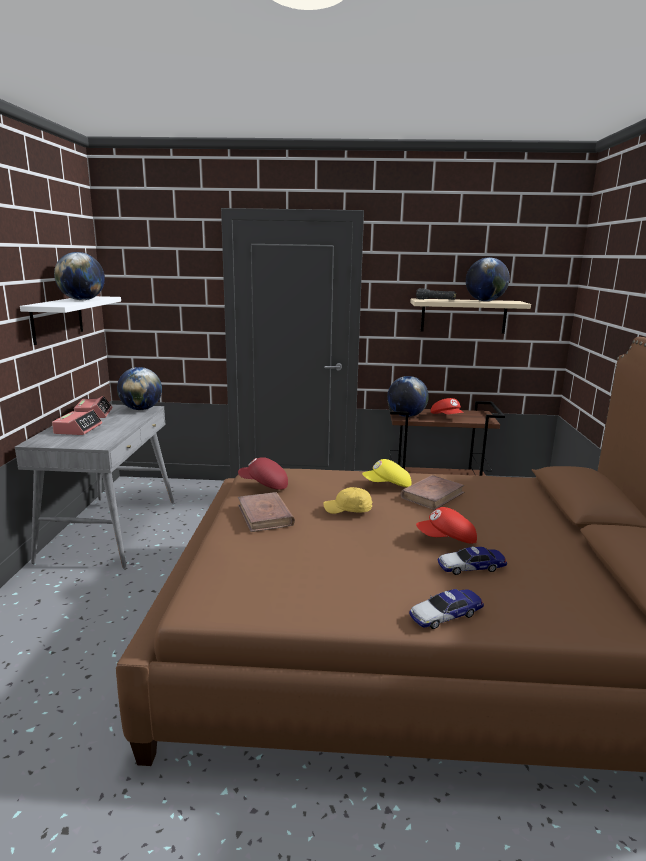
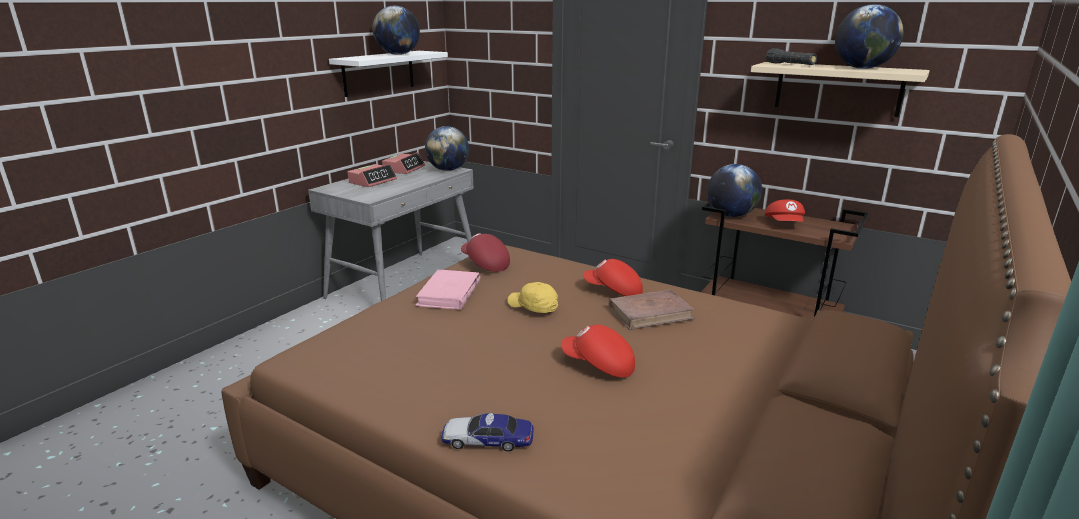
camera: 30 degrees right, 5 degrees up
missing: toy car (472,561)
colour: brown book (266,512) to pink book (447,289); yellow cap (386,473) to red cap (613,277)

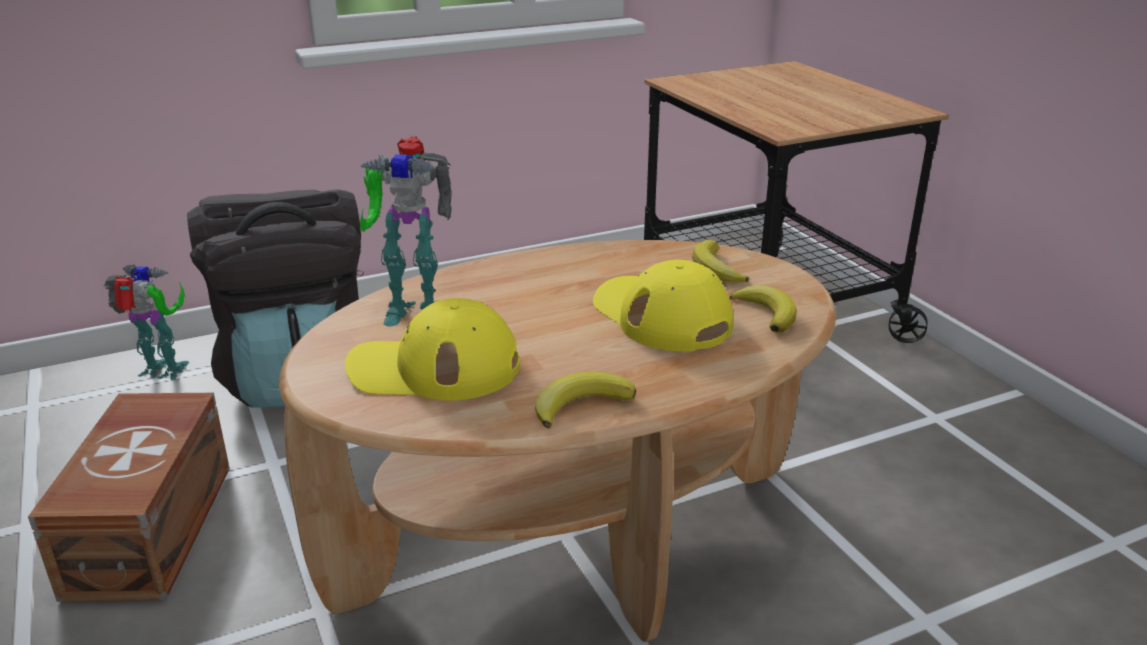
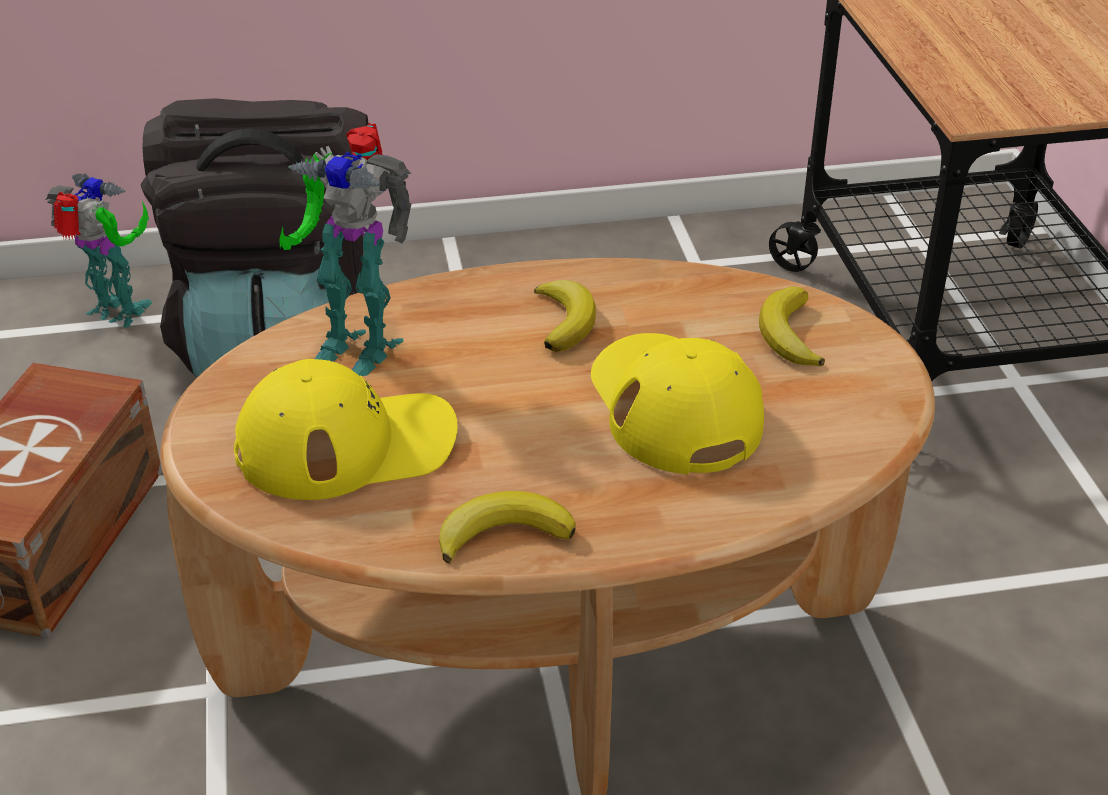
camera: 15 degrees right, 10 degrees up
relocated: banana (763,309) to (565,316)
spun: yellow cap (432,349) = (346,429) 150 degrees clockwise

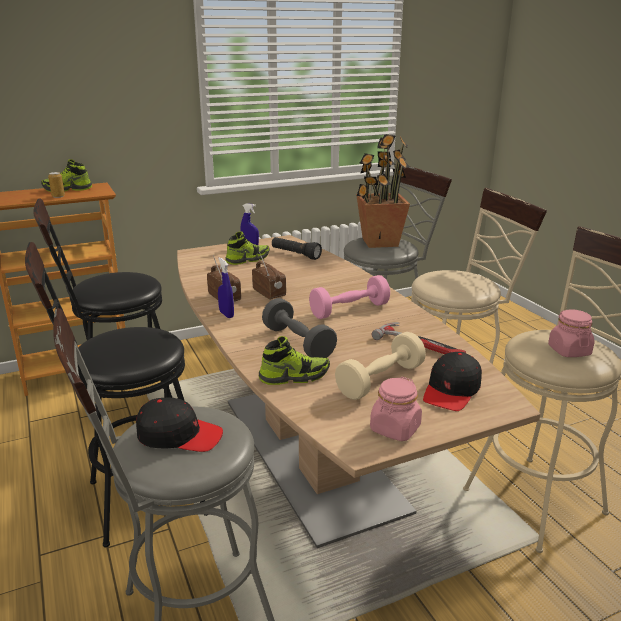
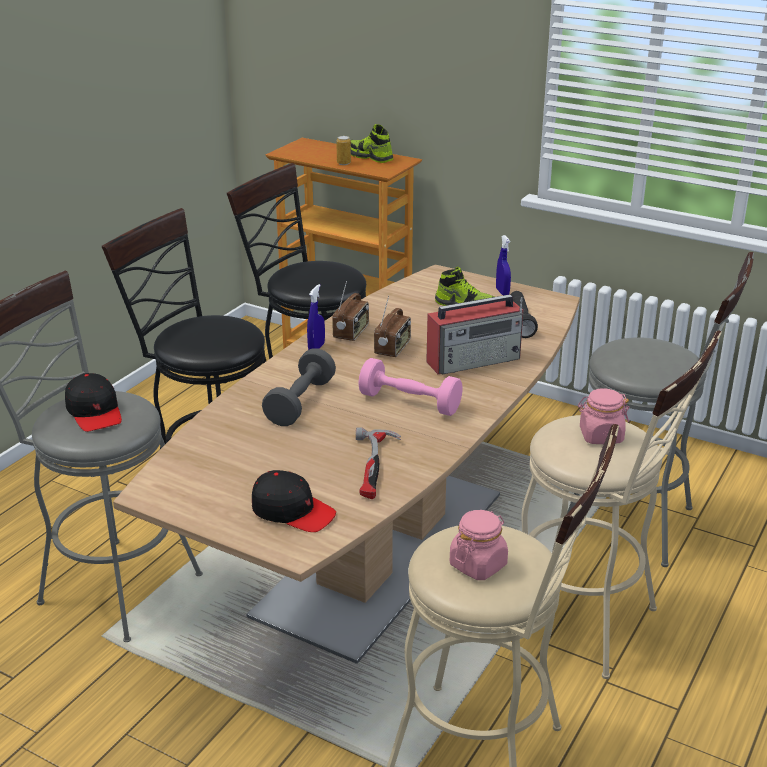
camera: 55 degrees right, 5 degrees up
missing: shoe (294,360); beige dumbbell (380,366); potted plant (383,191)
appeared: radio (474,334)
relocated: pink jar (396,409) to (604,416)
spun: black cap (452,381) = (294,501) 150 degrees counterclockwise

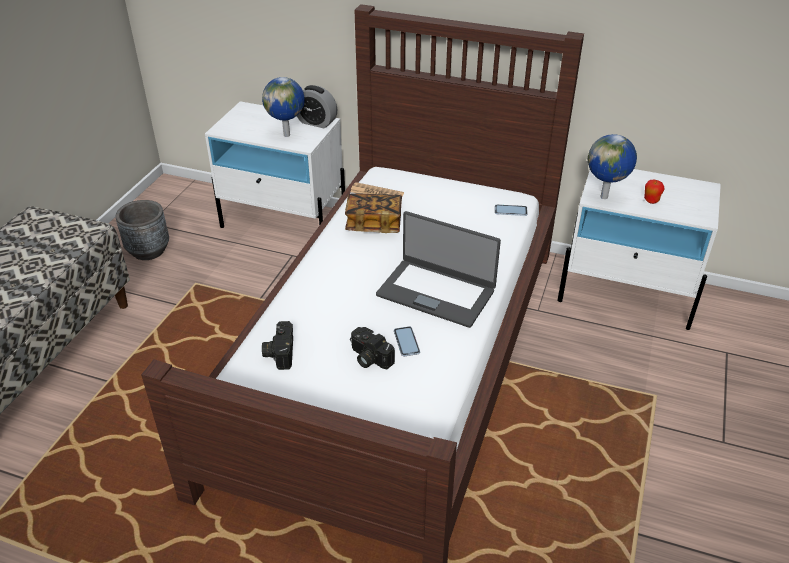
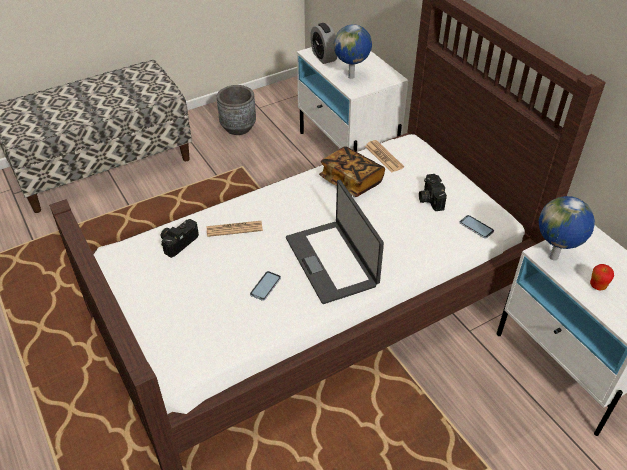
camera: 40 degrees right, 5 degrees up
appeared: newspaper (235,229)
relocated: alarm clock (317,106) to (323,43); photo camera (372,348) to (433,192)

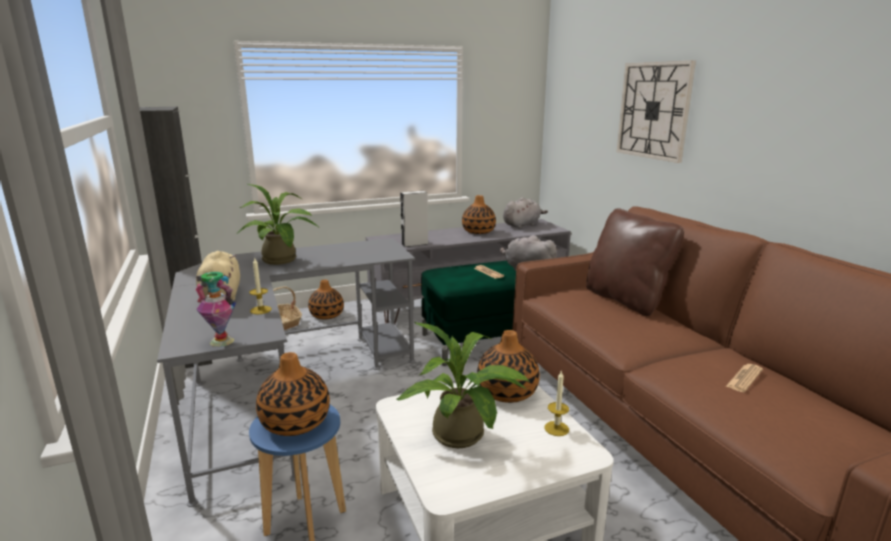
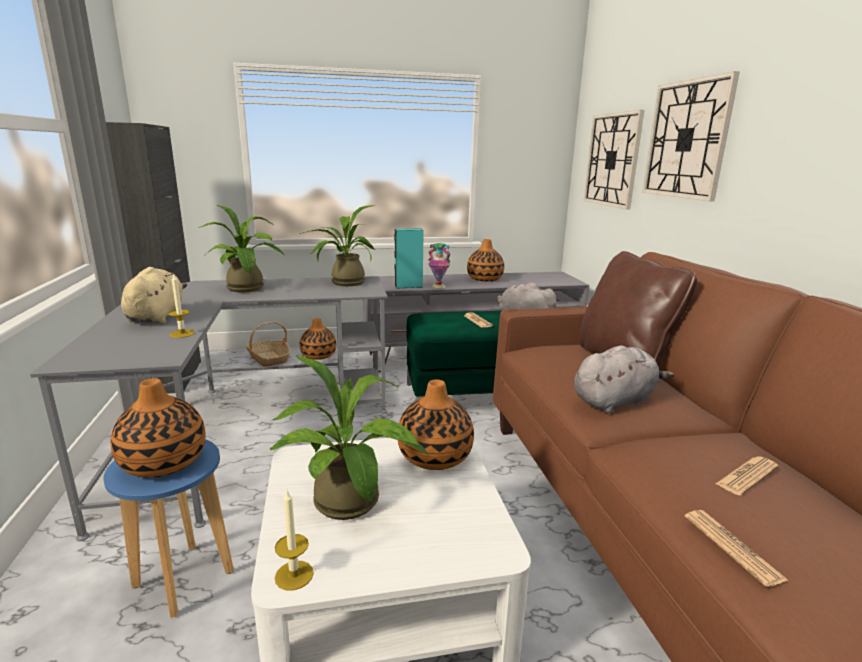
camera: 10 degrees right, 0 degrees up
appeared: potted plant (338,245); wall clock (613,160); newspaper (737,548)
relocated: candle (556,403) to (294,541); vase (215,309) to (439,265); grey plush toy (525,213) to (624,379)
colour: grey speaker (414,219) to turquoise speaker (409,259)

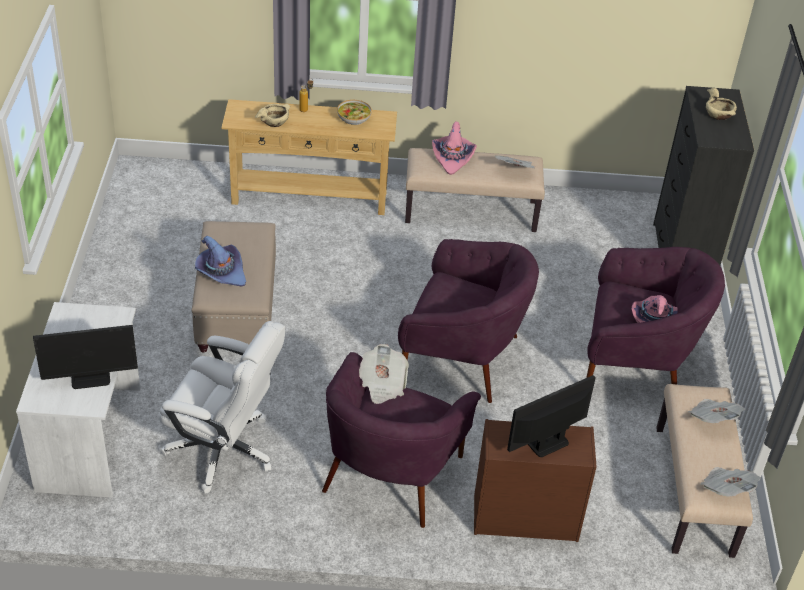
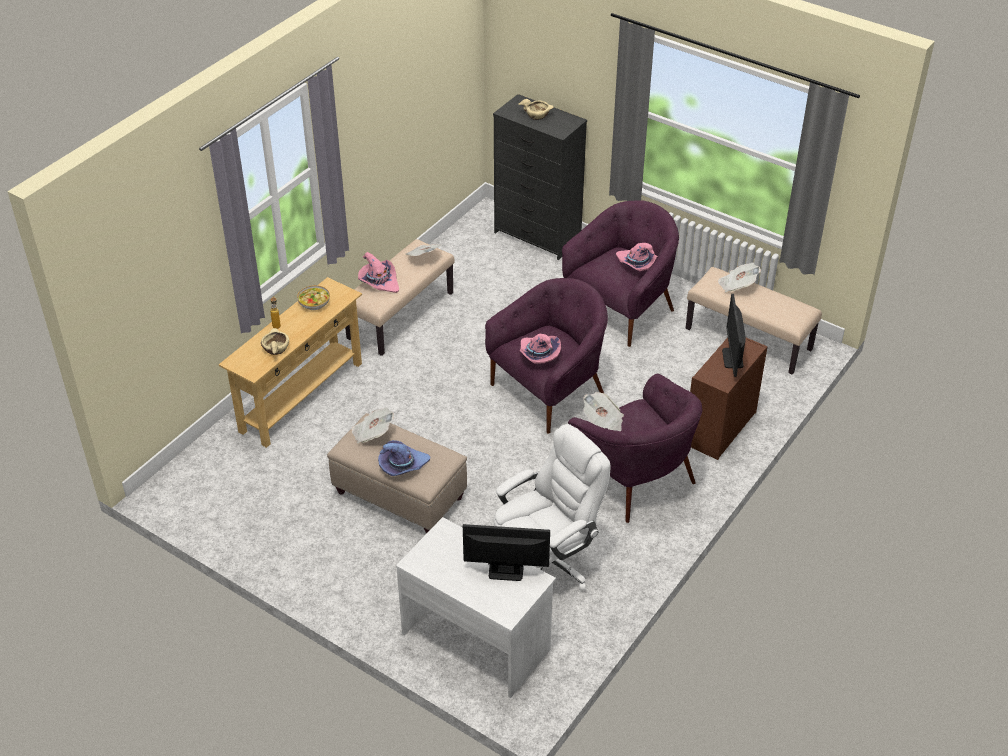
camera: 55 degrees left, 0 degrees up
appeared: pink hat (540,349)
relocated: newspaper (730,482) to (372,425)
spun: monitor (85,357) = (506,552) 105 degrees counterclockwise

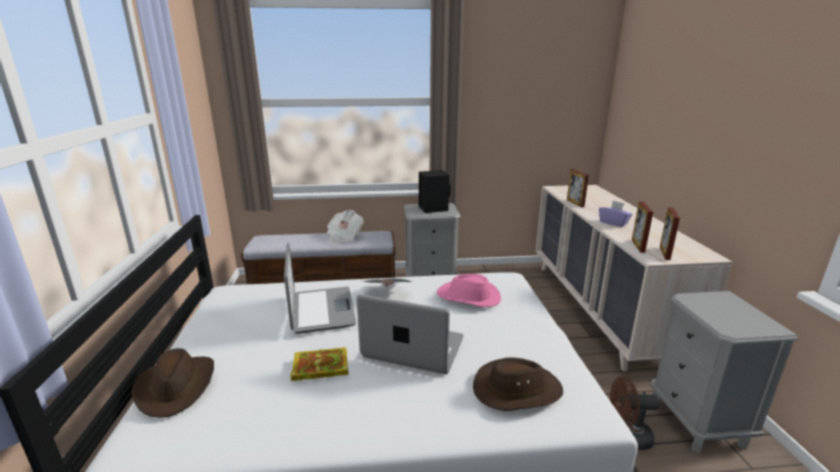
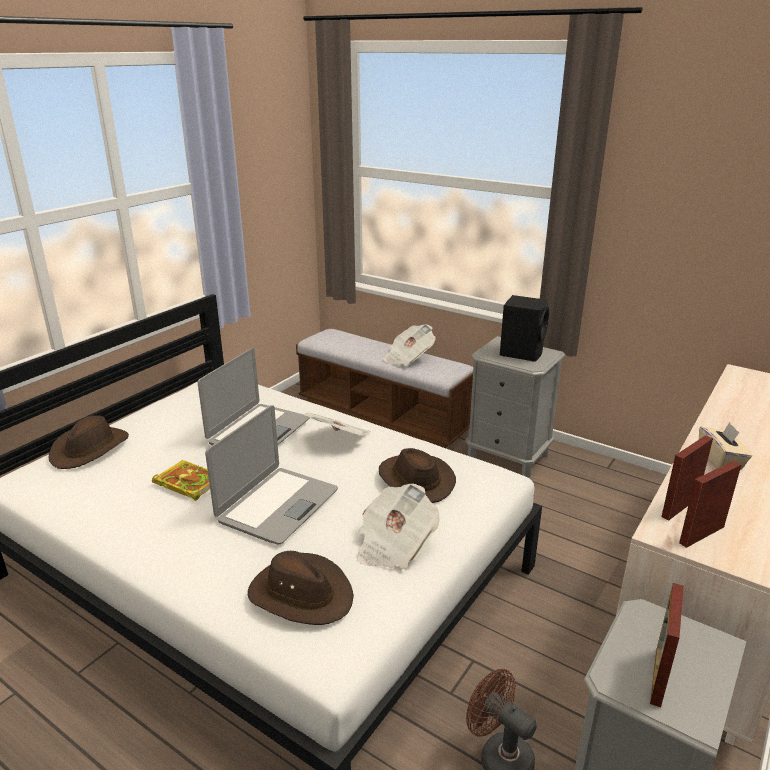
camera: 40 degrees right, 5 degrees up
appeared: newspaper (398,526)
relocated: picture frame (578,188) to (667,645)
colour: pink hat (469,290) to brown hat (417,475); purple tissue box (616,214) to beige tissue box (725,446)
spun: laptop (410,334) = (271,475) 60 degrees clockwise

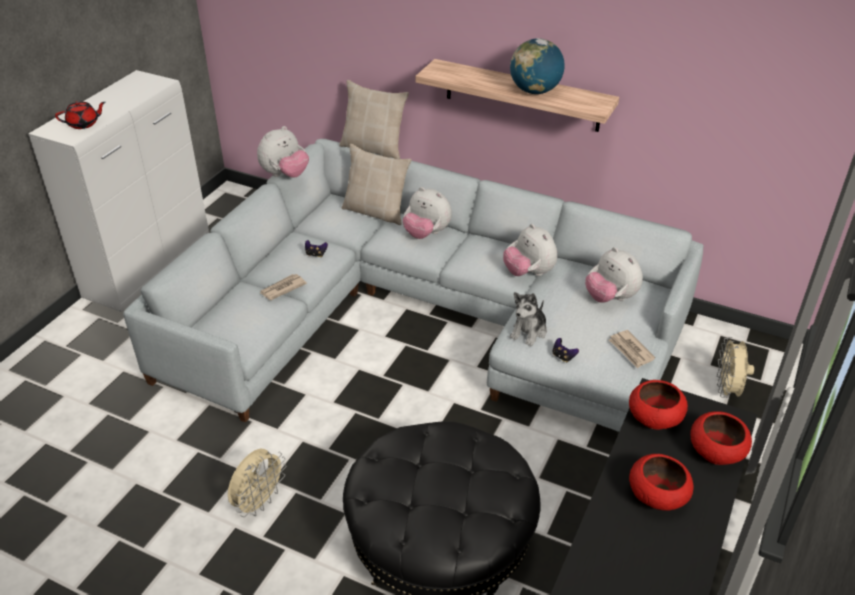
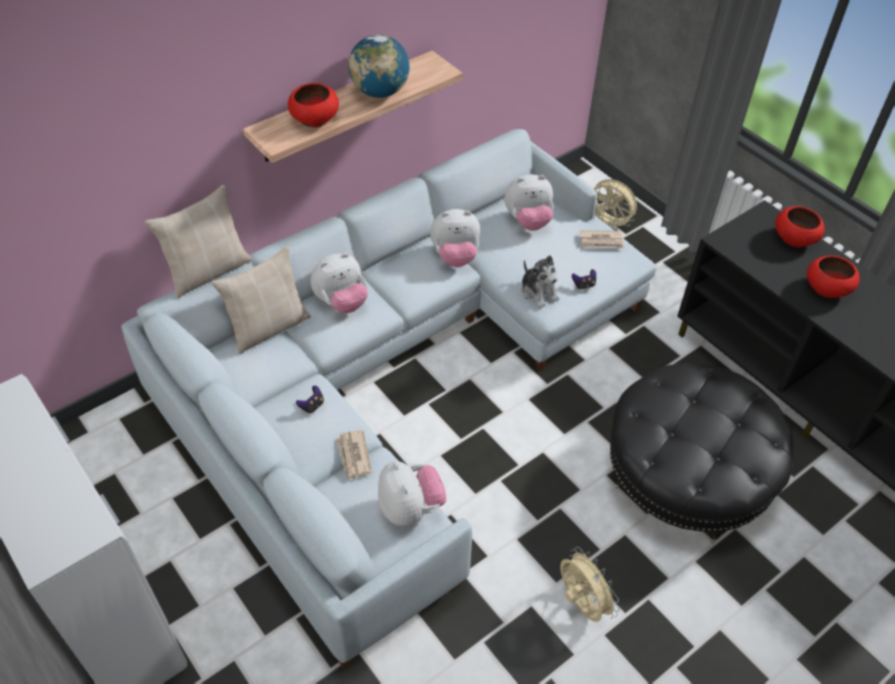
camera: 65 degrees left, 10 degrees up
missing: red teapot (80,115)
relocated: red bowl (658,404) to (313,105); plush toy (283,152) to (412,493)

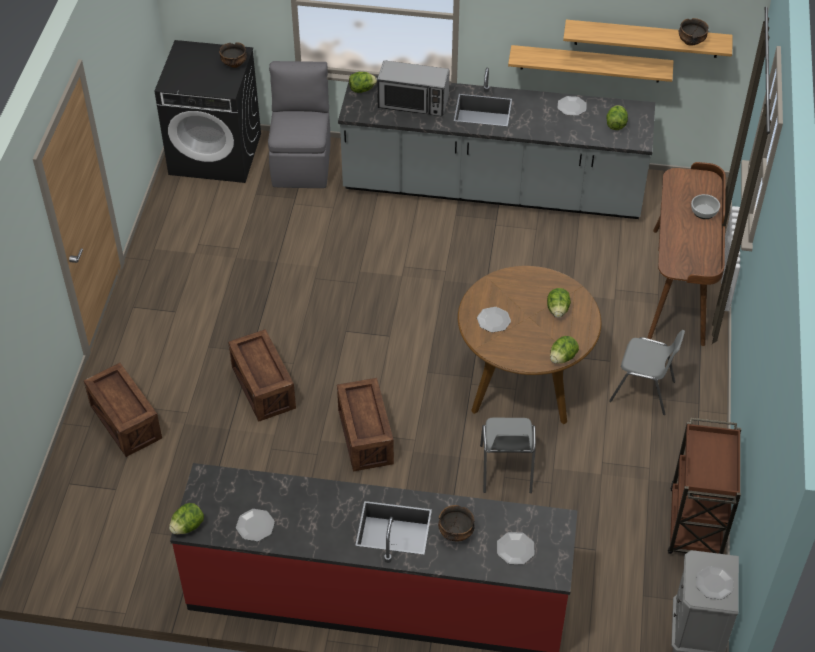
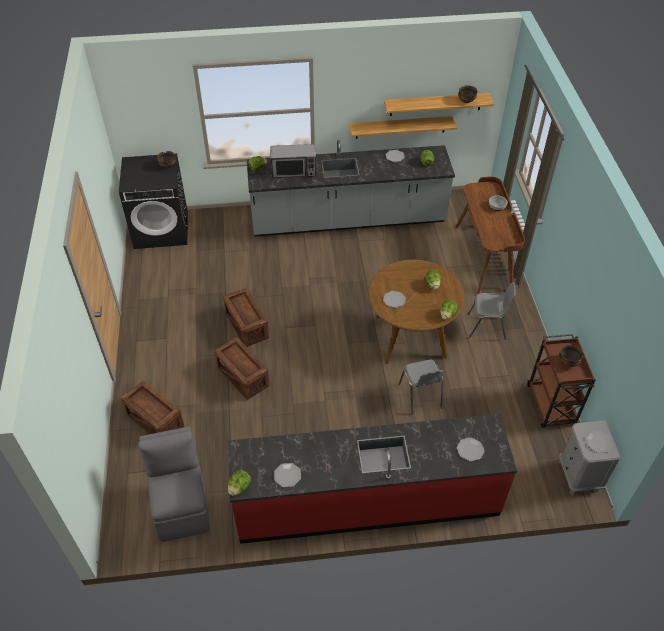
camera: 15 degrees left, 0 degrees up
relocated: grey chair (299,124) to (174,484); crate (365,425) to (246,317); bowl (456,523) to (571,356)

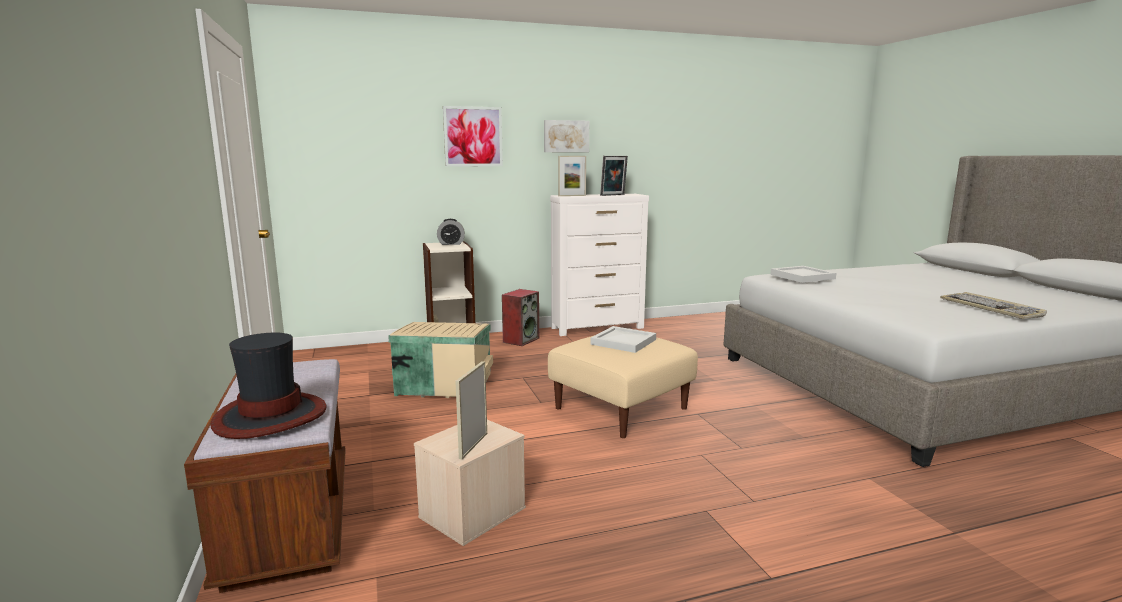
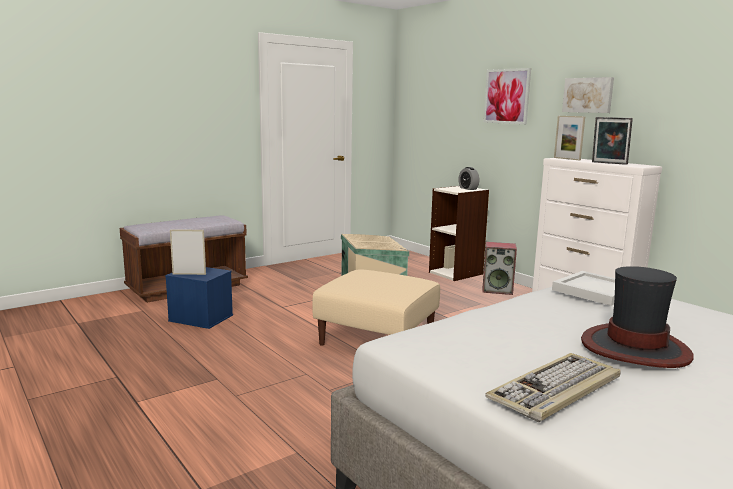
camera: 70 degrees right, 0 degrees up
missing: white tray (623,339)
relocated: hat (269,386) to (637,317)
colour: beige storage box (470,483) to blue storage box (199,298)

